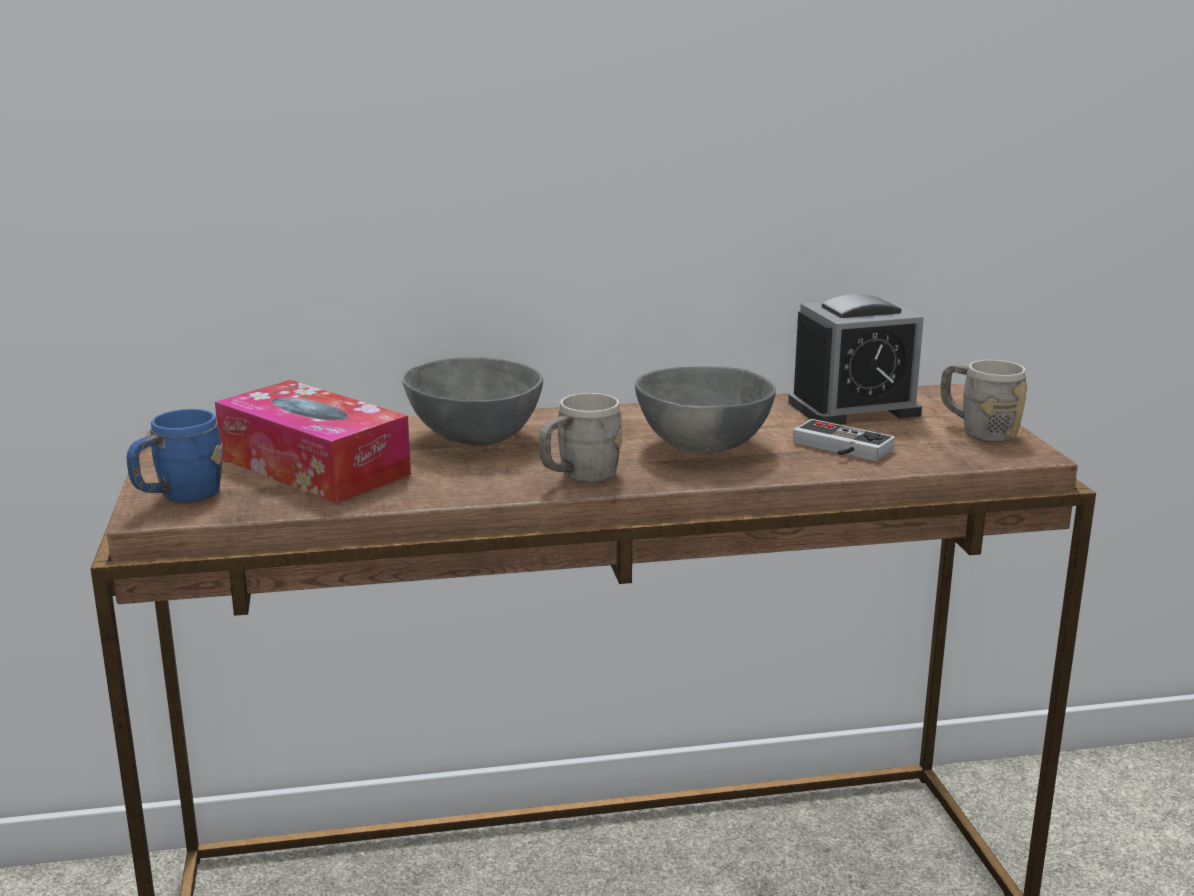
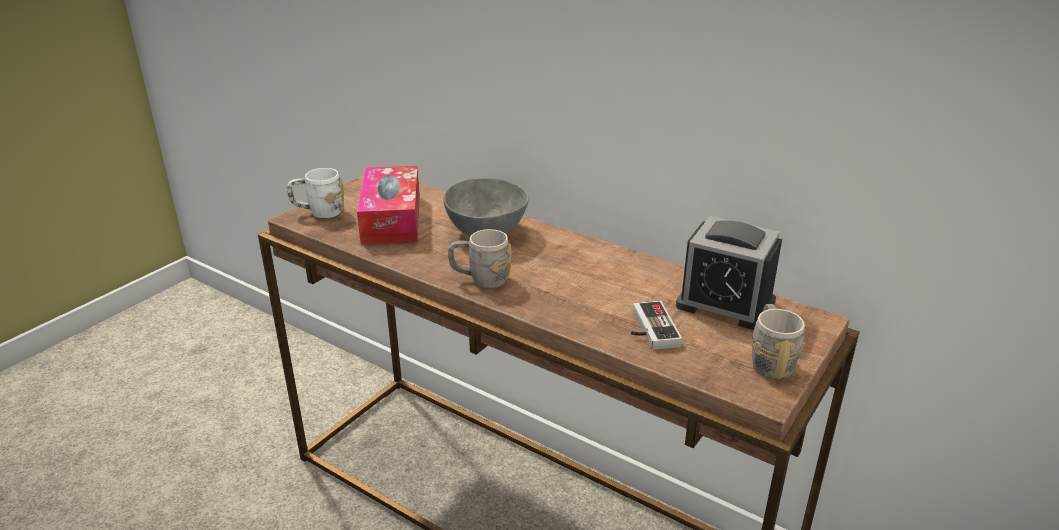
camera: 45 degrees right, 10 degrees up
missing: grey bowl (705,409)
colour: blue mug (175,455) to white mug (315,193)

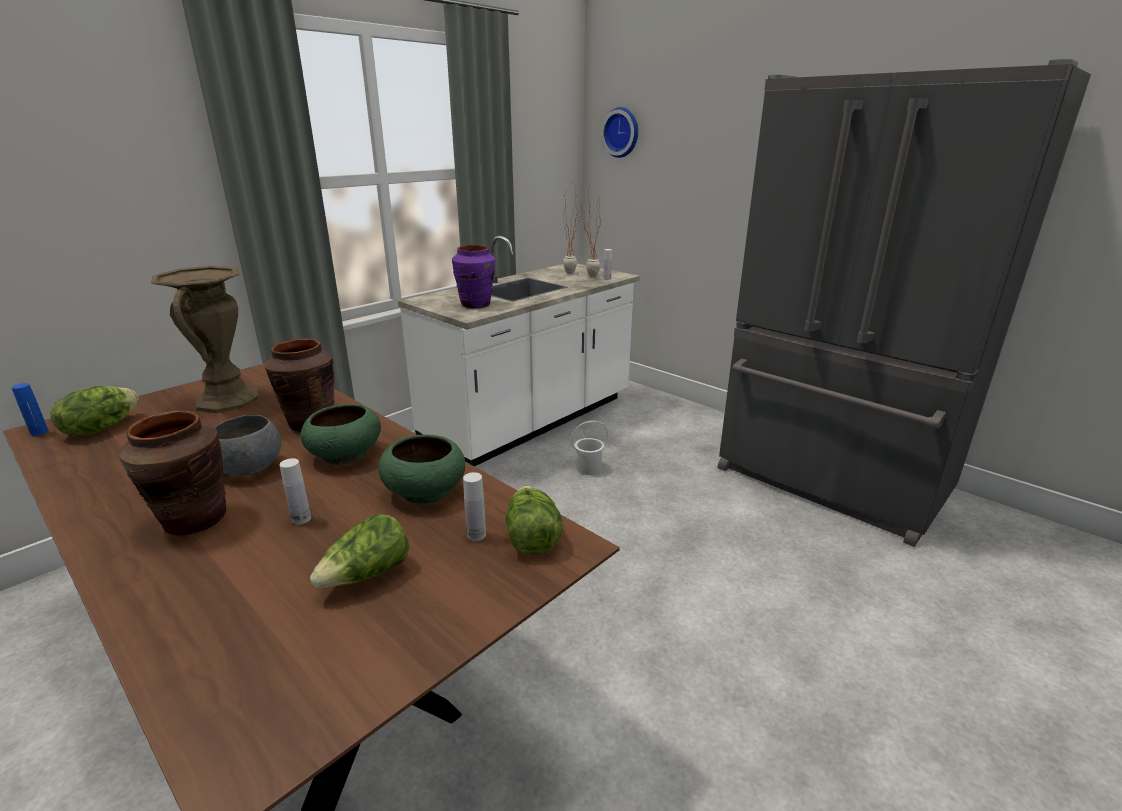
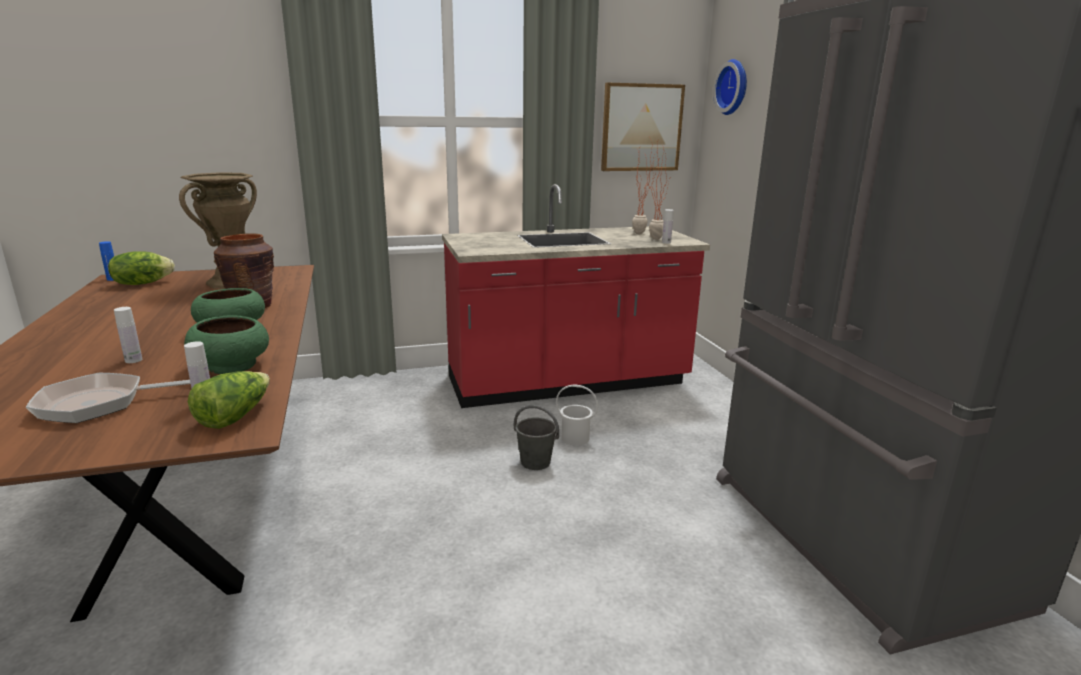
camera: 30 degrees right, 5 degrees down
missing: brown vase (172,473); grey bowl (248,445); purple vase (473,276)
appeared: grey bucket (536,437); picture (643,127)
exchanged: lettuce (359,551) to frying pan (108,398)
colour: white counter (519,351) to red counter (576,296)

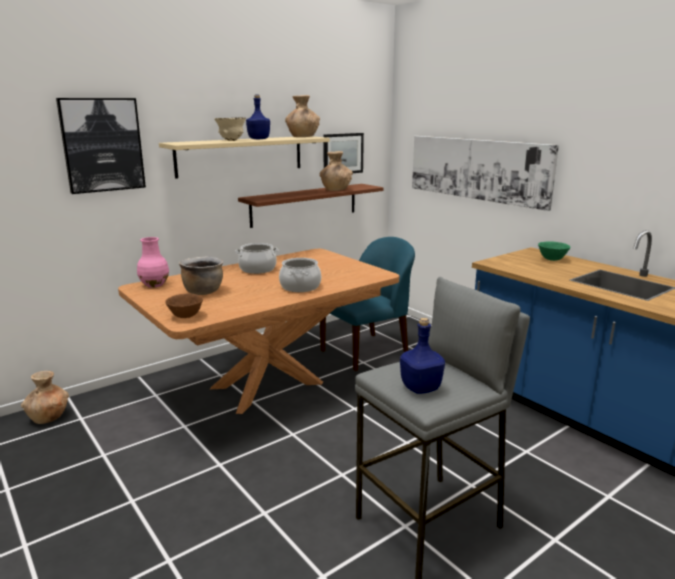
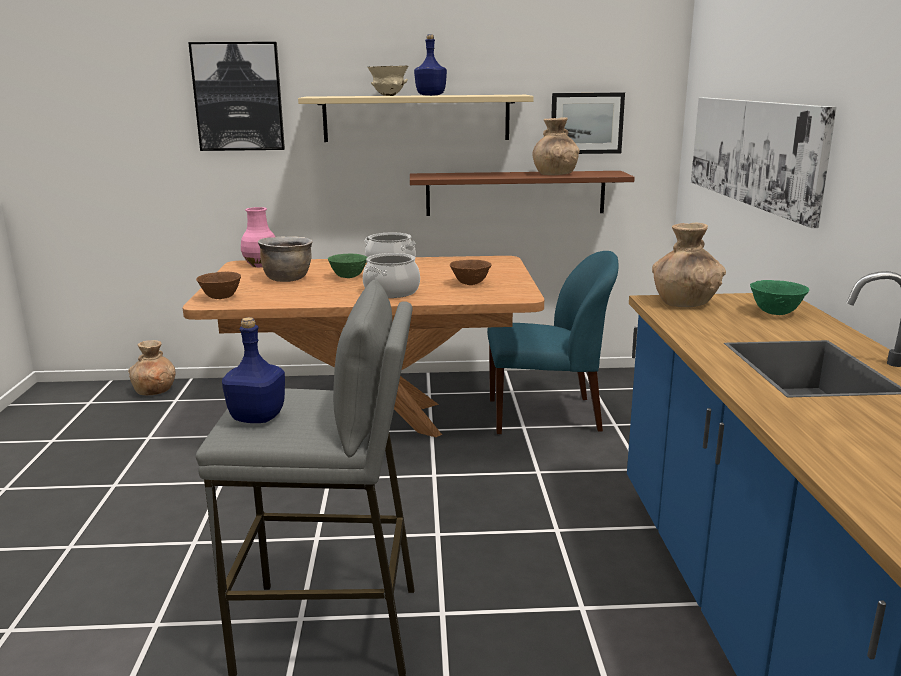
camera: 35 degrees right, 0 degrees up
appeared: green bowl (347,266); brown bowl (471,272)
relocated: brown vase (302,116) to (689,265)

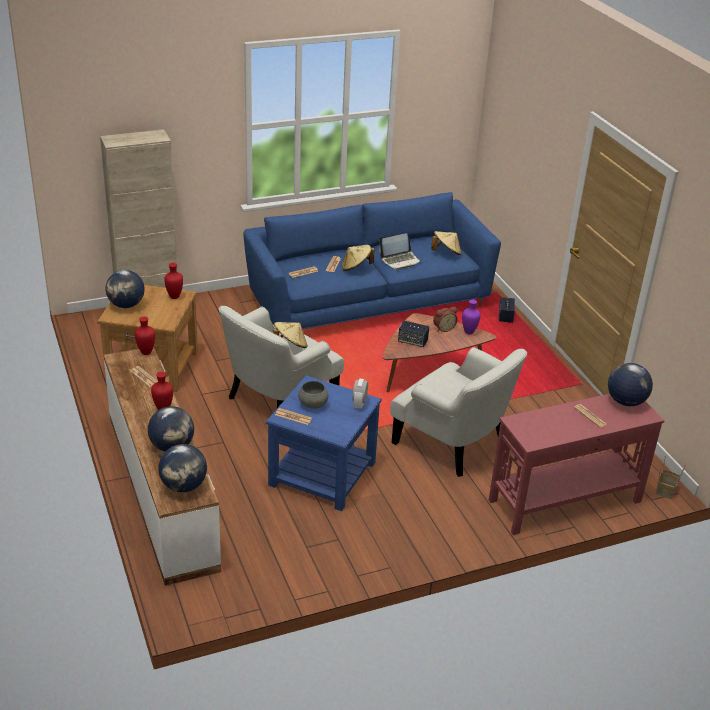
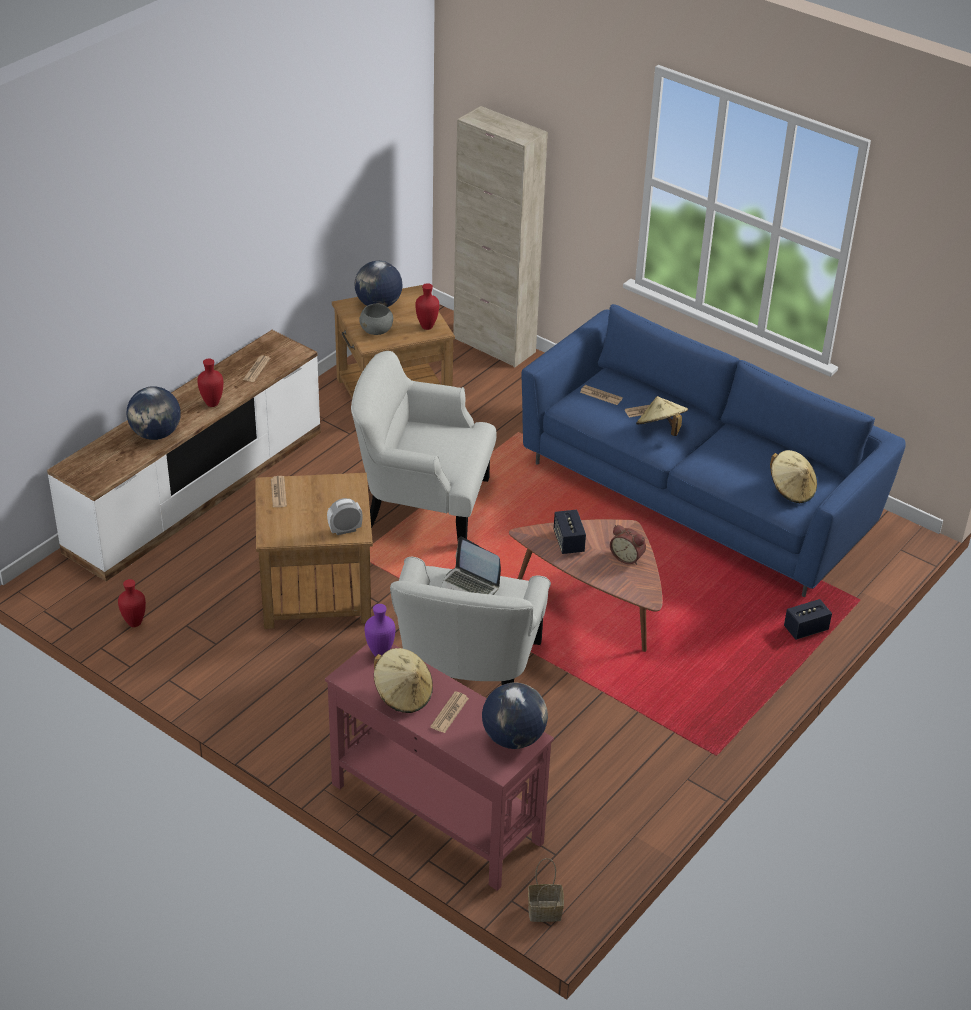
camera: 60 degrees right, 5 degrees up
missing: globe (182,468)
relocated: red vase (145,335) to (132,603); grey bowl (313,395) to (376,319); purple vase (471,317) to (380,630); beige hat (290,335) to (403,680); laptop (400,251) to (471,566)
colour: blue side table (324,443) to brown side table (314,551)

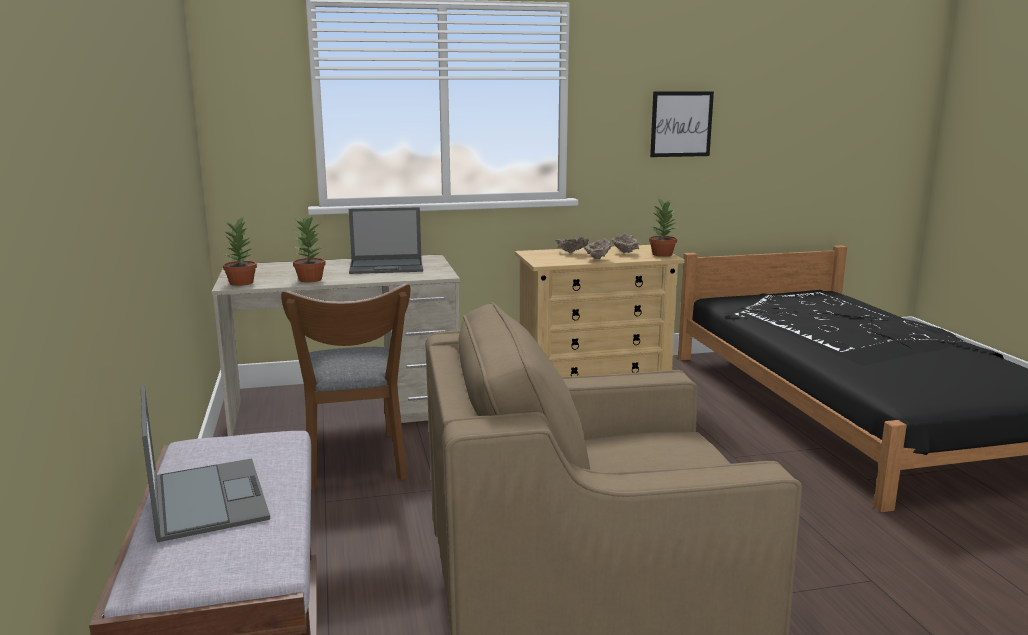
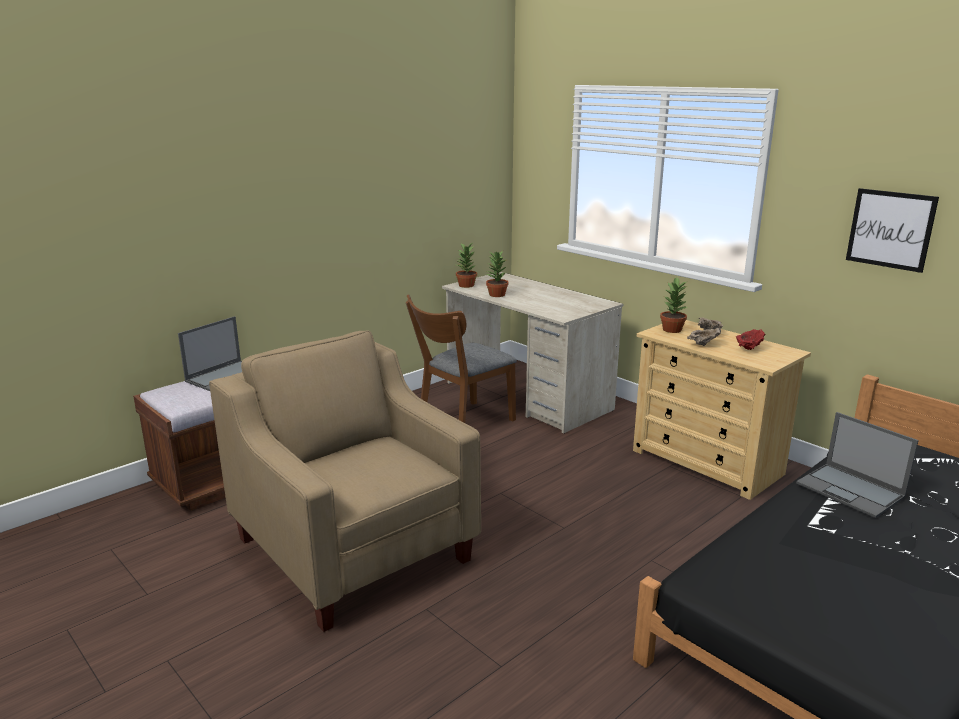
camera: 60 degrees right, 5 degrees up
relocated: potted plant (663,227) to (673,305); laptop (386,240) to (857,465)
colour: beige bowl (626,242) to red bowl (750,339)

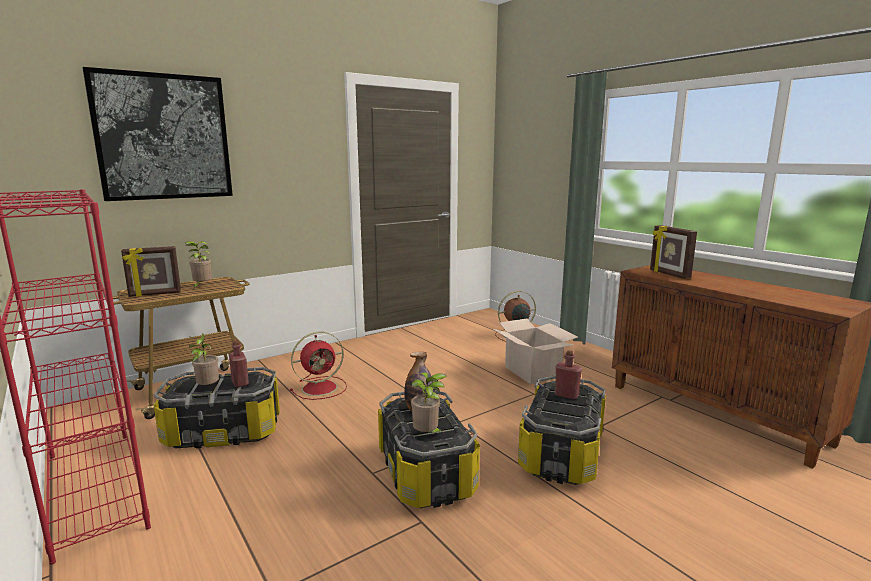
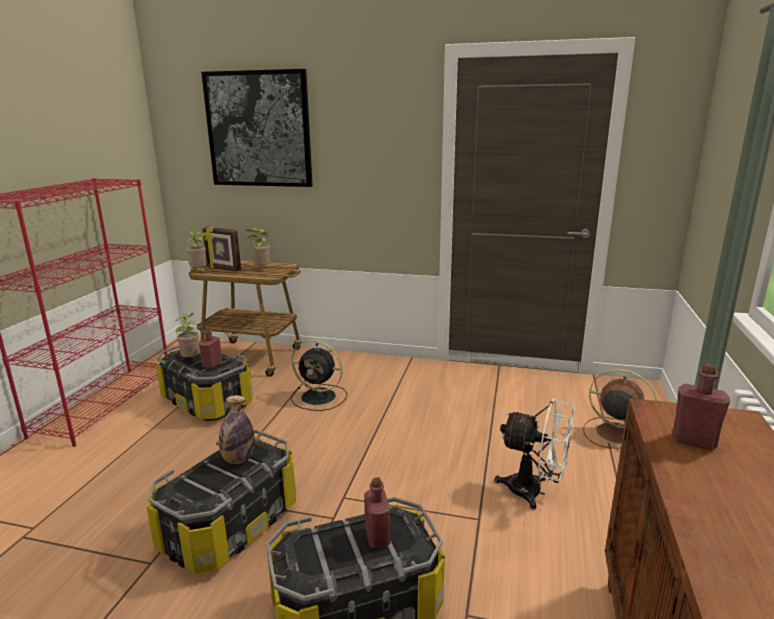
camera: 50 degrees right, 5 degrees up
relocated: potted plant (429,403) to (196,251)
exchanged: cardboard box (535,351) to white fan (534,454); picture frame (673,252) to red bottle (701,406)
colour: red fan (318,366) to black fan (319,375)

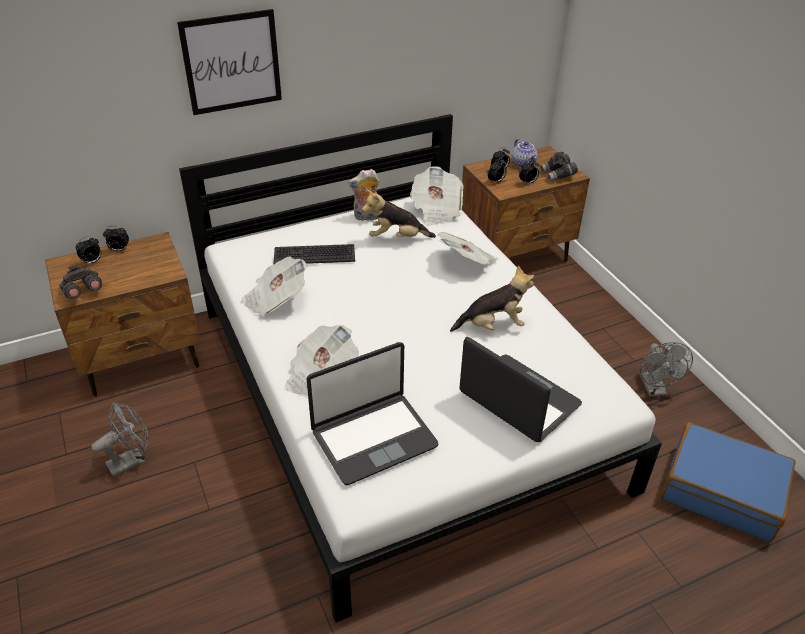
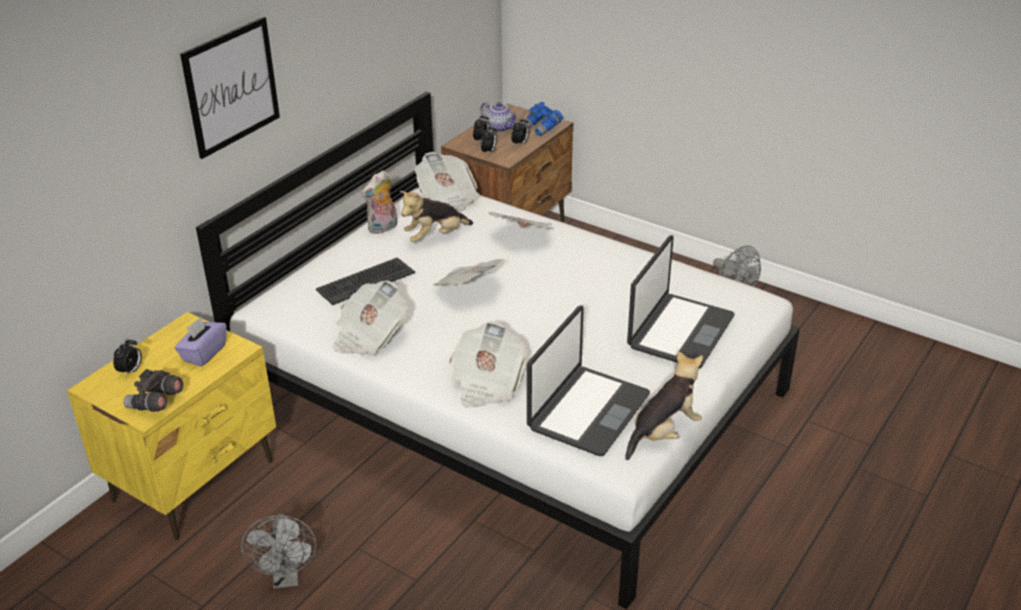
camera: 30 degrees left, 5 degrees down
missing: alarm clock (116,238); blue suitcase (728,482)
appeared: purple tissue box (201,341); newspaper (468,272)
relocated: plush toy (492,299) to (664,405)
colour: brown nightstand (123,314) to yellow nightstand (171,426); grey binoculars (559,167) to blue binoculars (542,119)
spun: grey fan (120,440) = (278,551) 150 degrees clockwise; laptop (520,389) = (681,302) 105 degrees clockwise

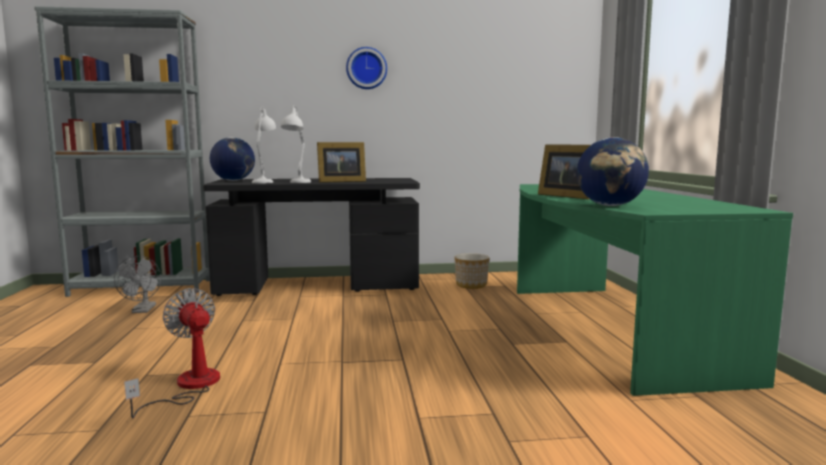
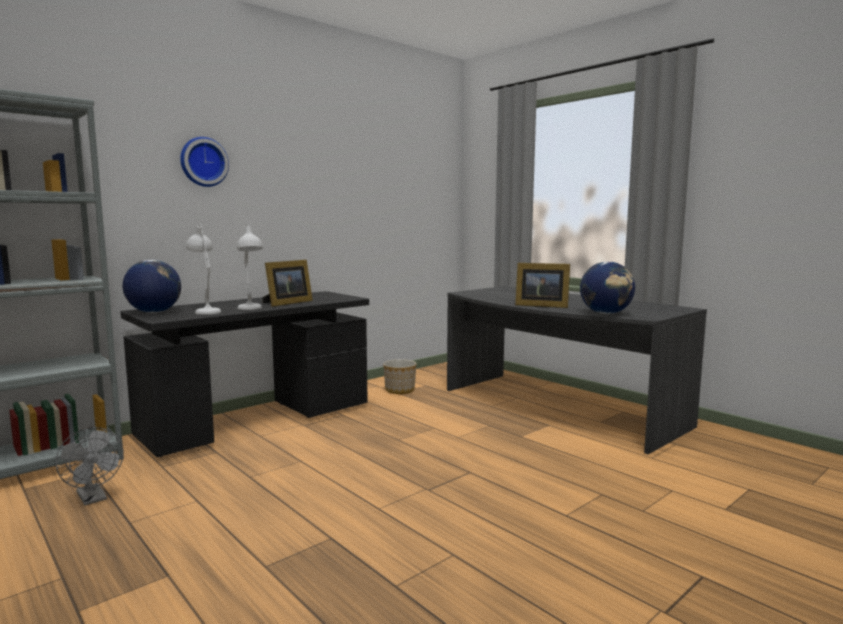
camera: 35 degrees left, 0 degrees up
missing: fan (172,353)
relocated: wall clock (366,68) to (204,162)
colour: green desk (655,290) to grey desk (577,370)

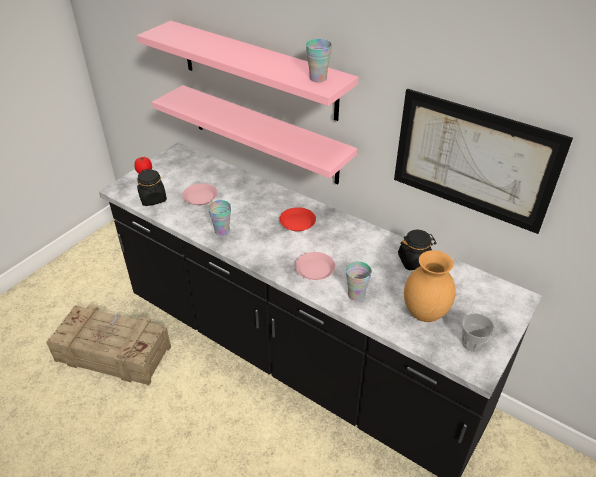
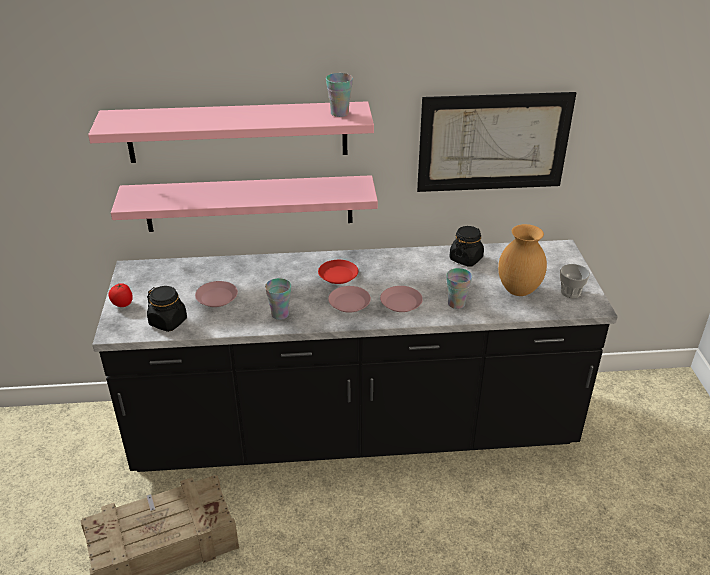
camera: 40 degrees left, 5 degrees down
appeared: pink plate (349,299)

